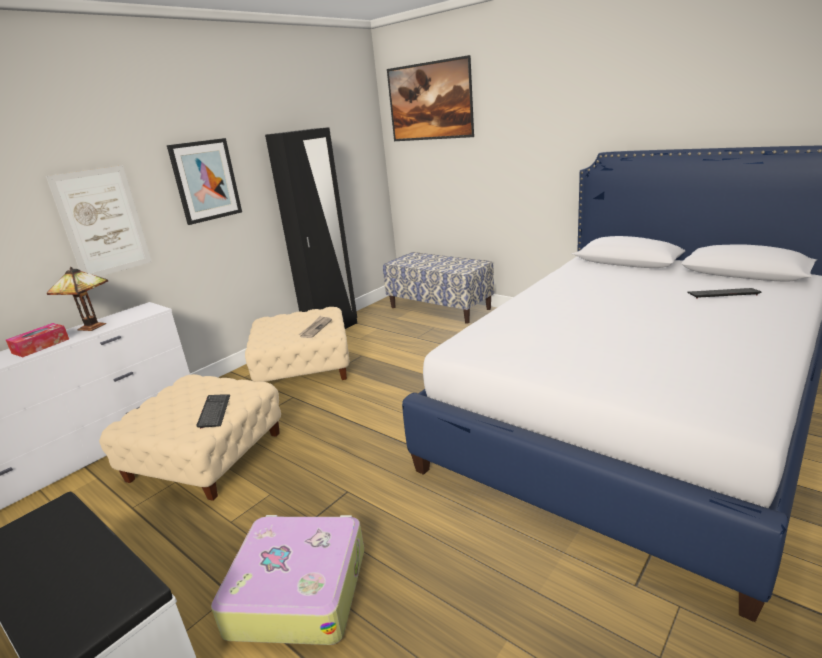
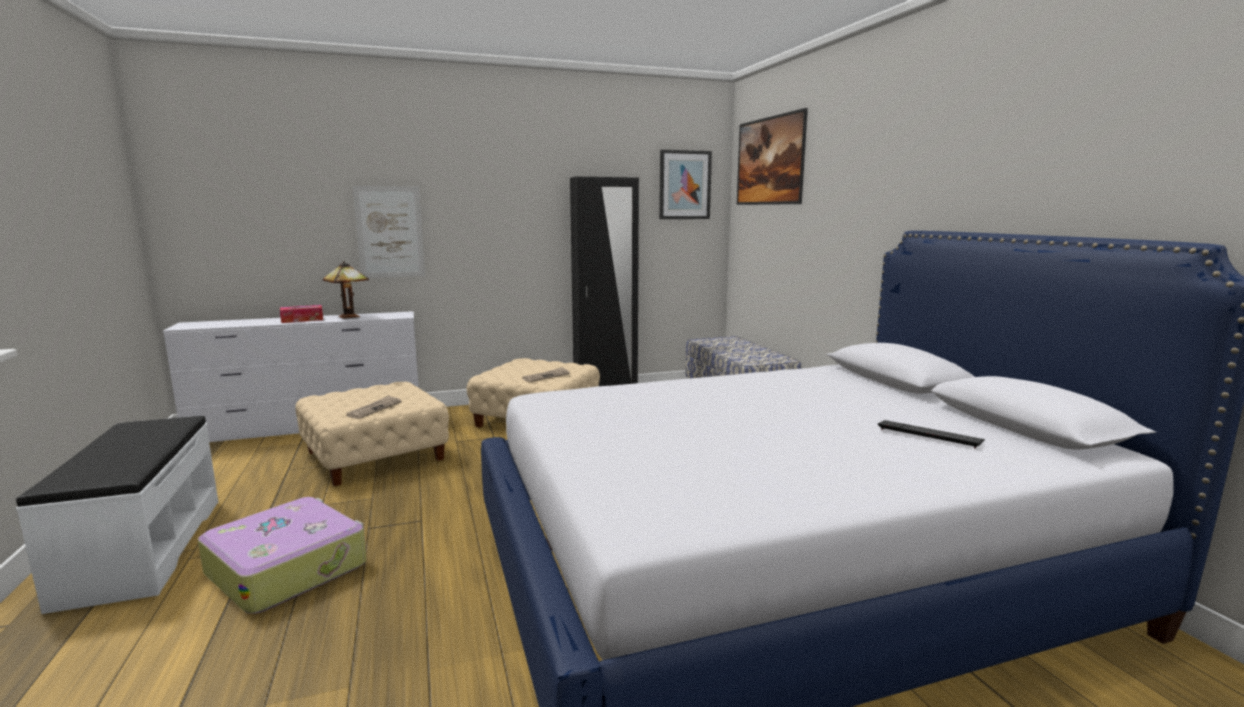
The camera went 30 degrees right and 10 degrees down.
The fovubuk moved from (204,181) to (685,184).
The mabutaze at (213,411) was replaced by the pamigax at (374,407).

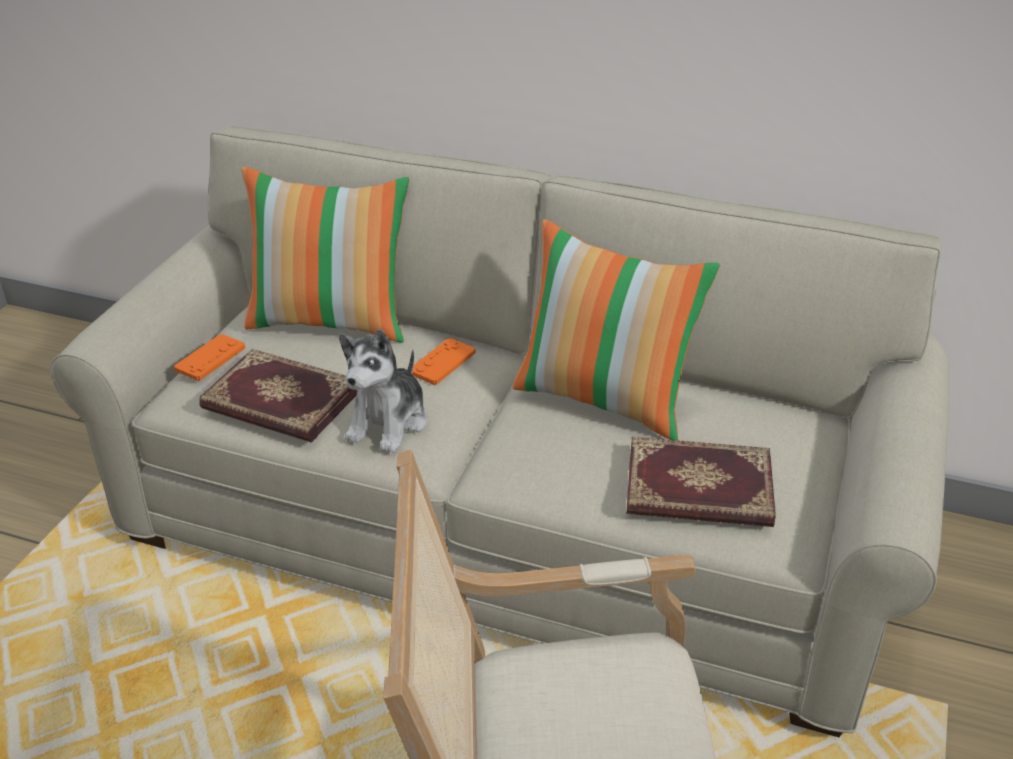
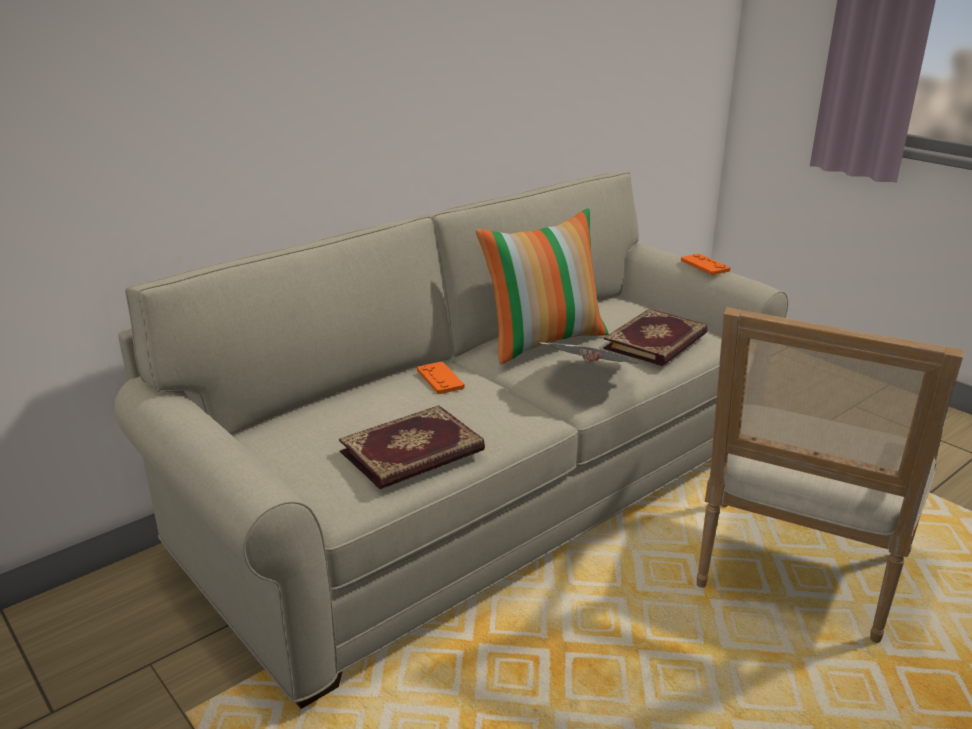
The camera went 60 degrees left and 10 degrees down.
The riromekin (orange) moved from (209,357) to (705,264).
The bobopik at (326,254) disappeared.
The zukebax at (383,391) disappeared.
The pamigax at (588,353) appeared.

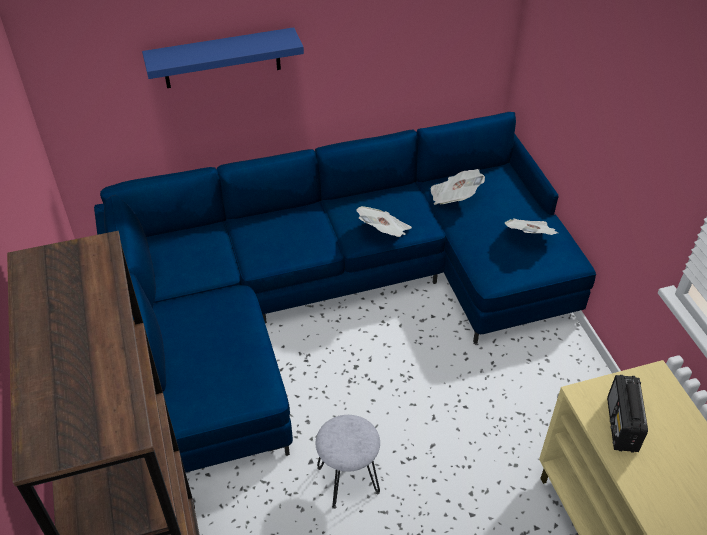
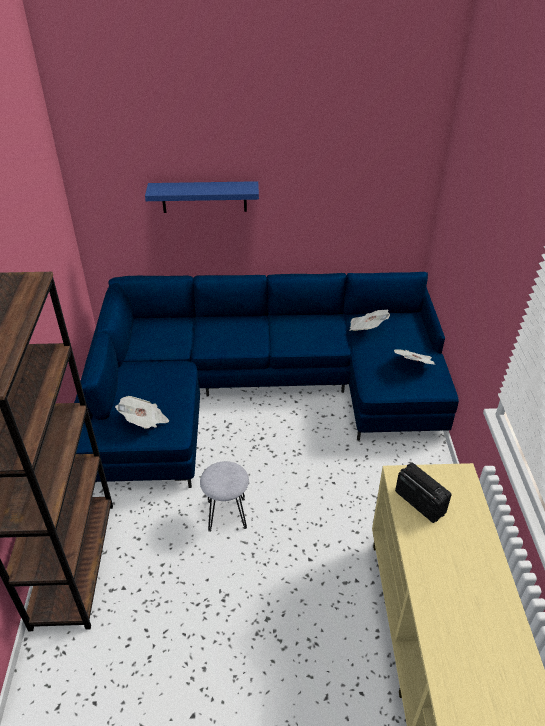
The camera went 15 degrees right and 5 degrees down.
The pamigax moved from (384,221) to (142,412).
The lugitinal at (627,414) turned 120 degrees clockwise.

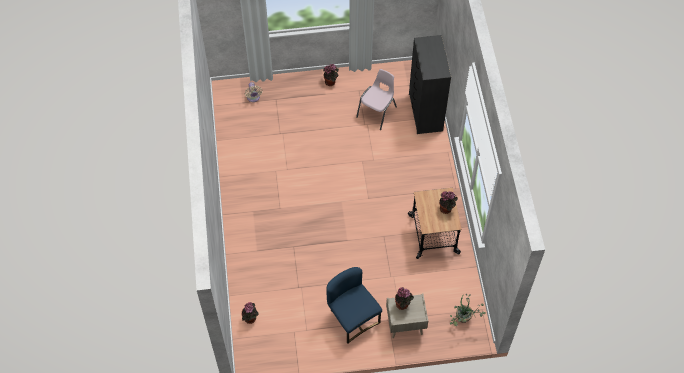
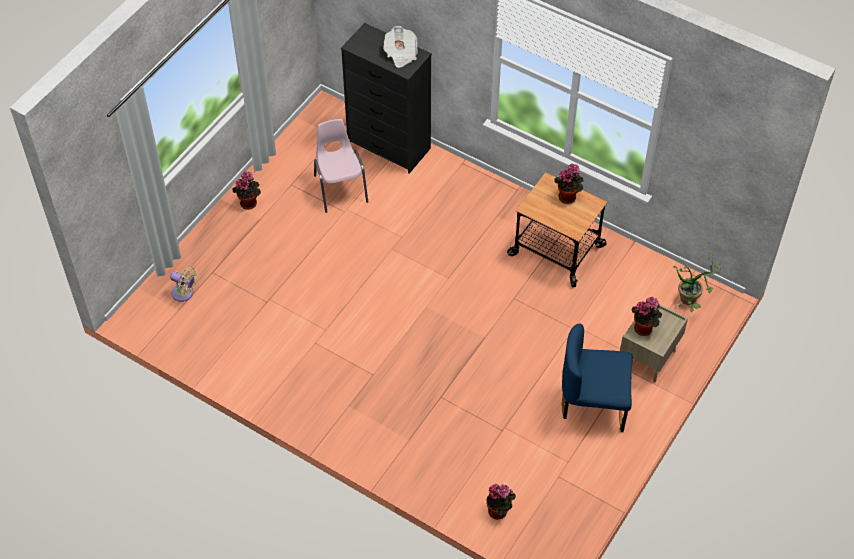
The camera went 50 degrees left and 5 degrees down.
The pamigax at (400,47) appeared.

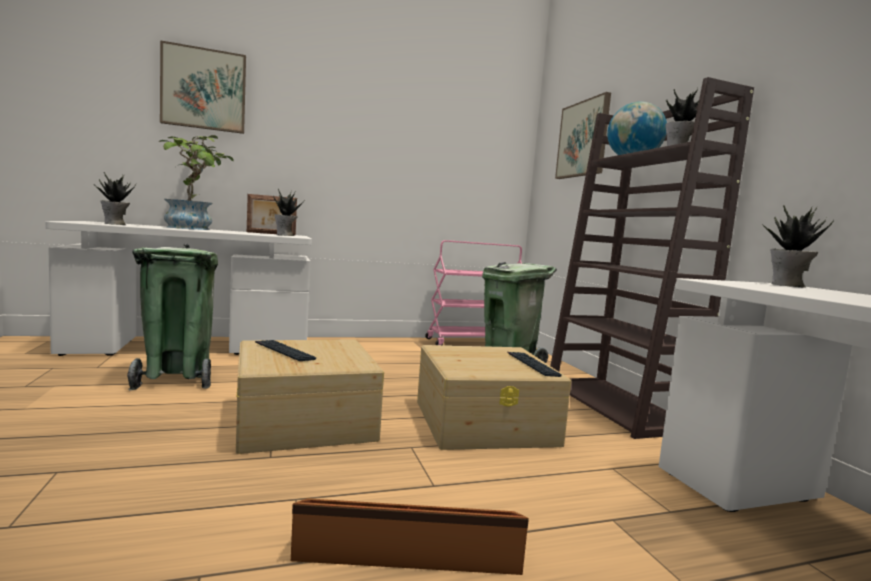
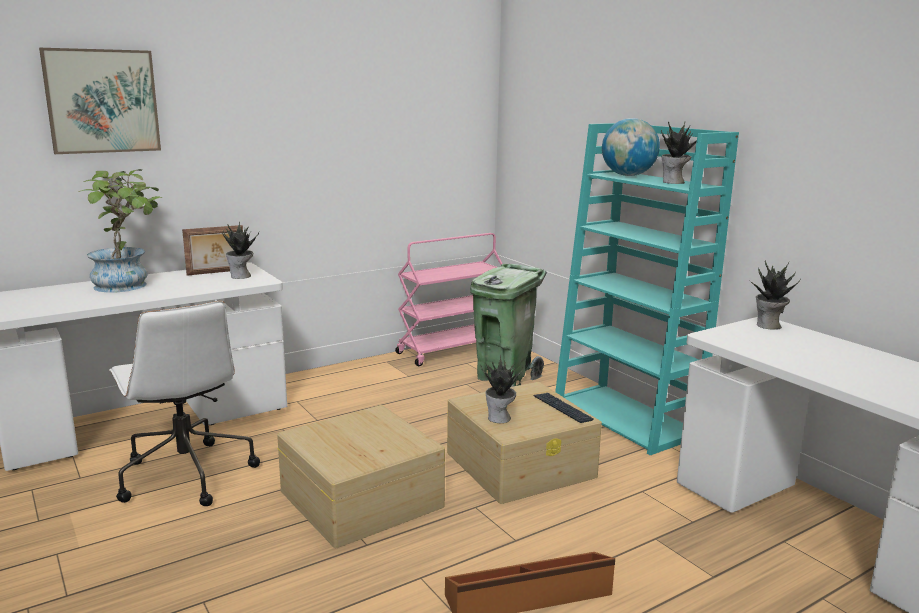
The camera went 15 degrees left and 10 degrees up.
The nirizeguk moved from (116,198) to (502,389).
The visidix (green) at (172,317) was replaced by the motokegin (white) at (184,403).
The mabutaze at (285,350) disappeared.
The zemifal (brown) at (652,258) became the zemifal (turquoise) at (647,289).
The fovubuk at (583,135) disappeared.

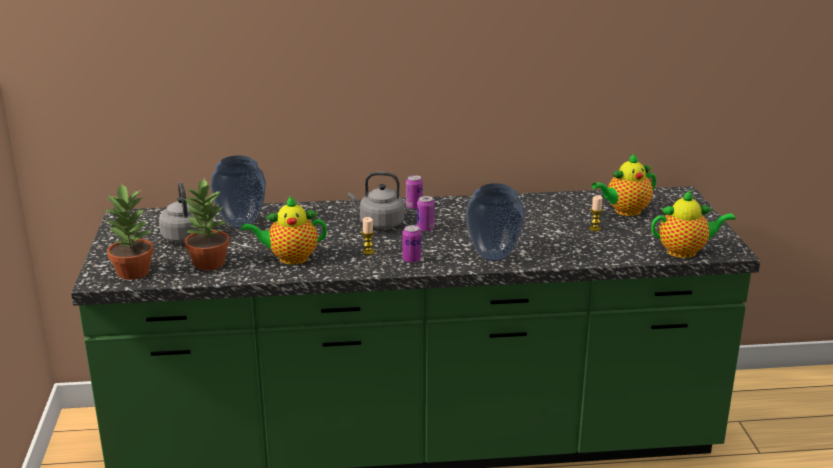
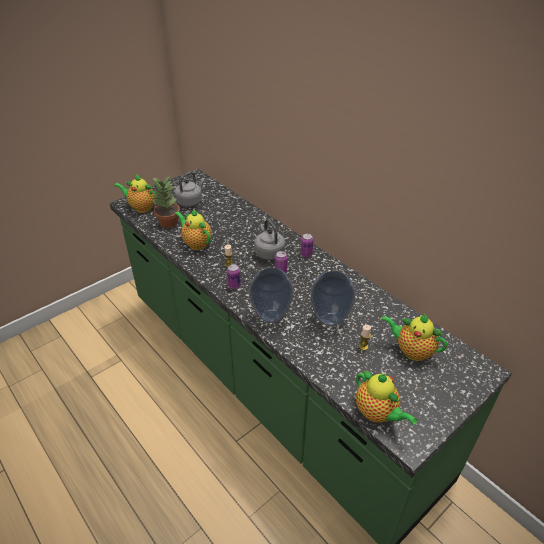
The camera went 55 degrees right and 15 degrees up.
The nirizeguk at (129,231) was replaced by the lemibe at (136,193).
The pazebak moved from (238,192) to (333,298).

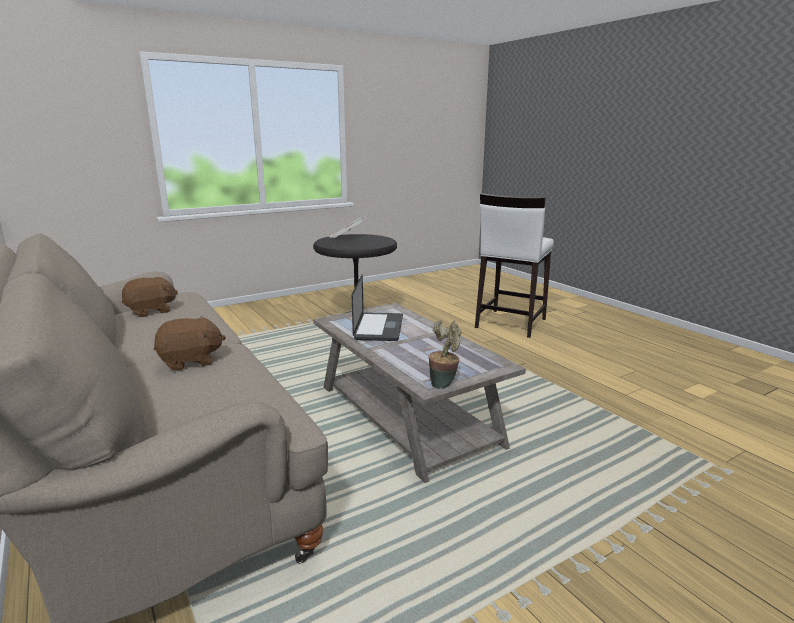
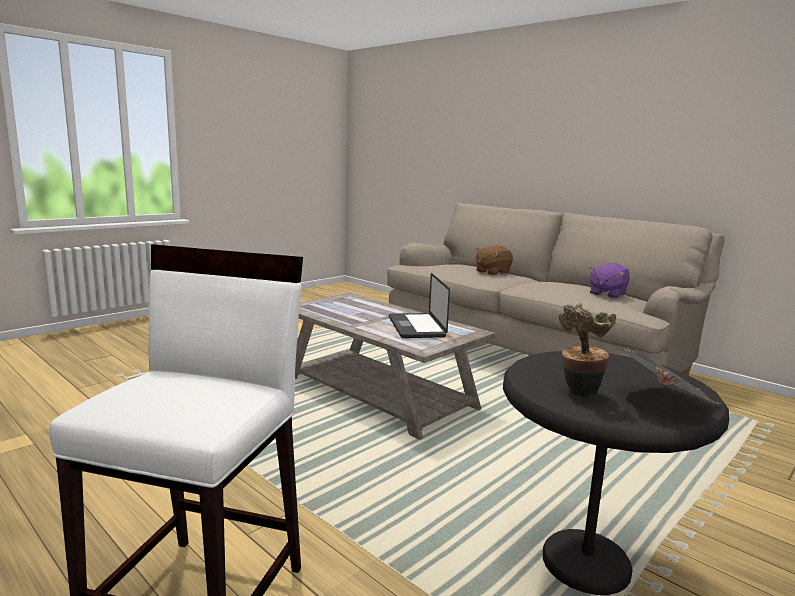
The camera went 165 degrees right and 5 degrees down.
The zukebax (brown) at (150,297) became the zukebax (purple) at (609,280).
The nirizeguk moved from (445,354) to (587,350).

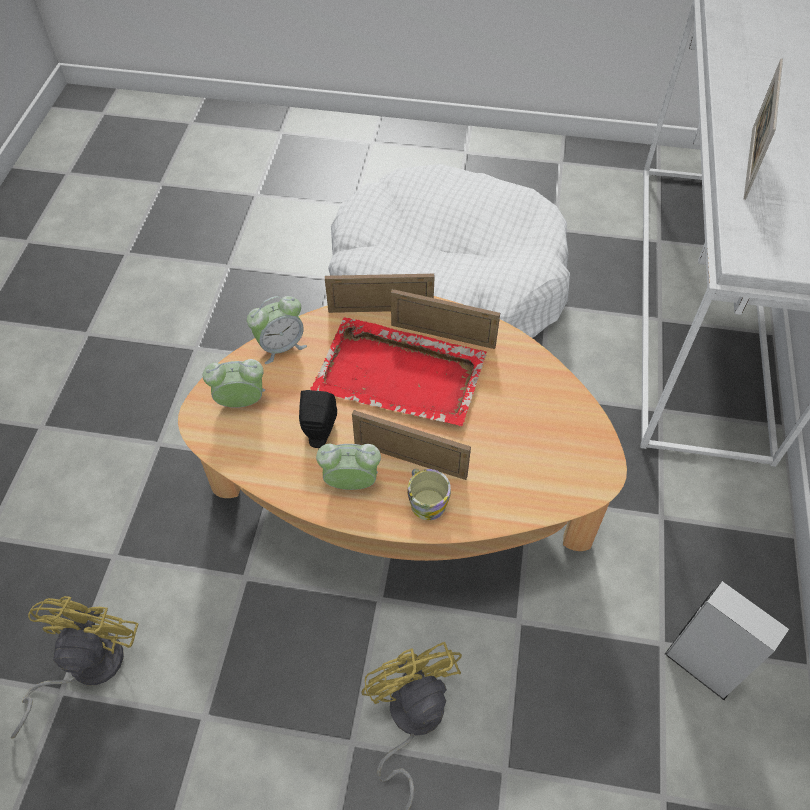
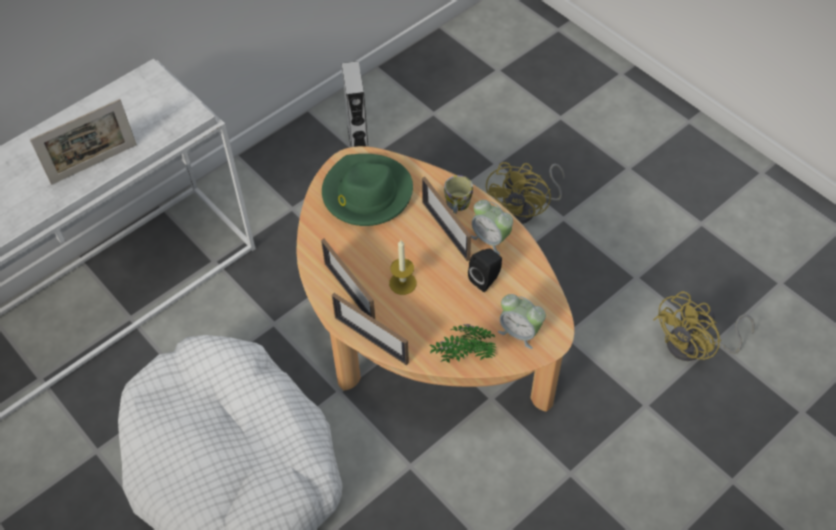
The camera went 140 degrees left and 0 degrees up.
The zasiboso at (277,330) was replaced by the nirizeguk at (463,343).
The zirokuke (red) at (399,371) was replaced by the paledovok at (402,267).
The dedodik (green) at (367,190) appeared.

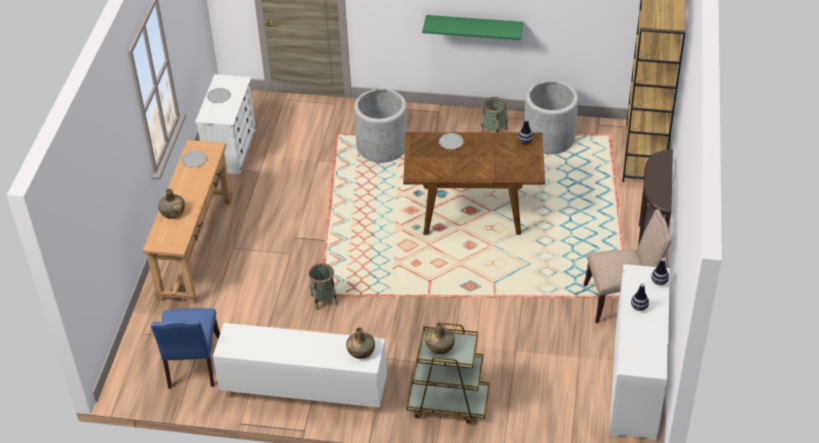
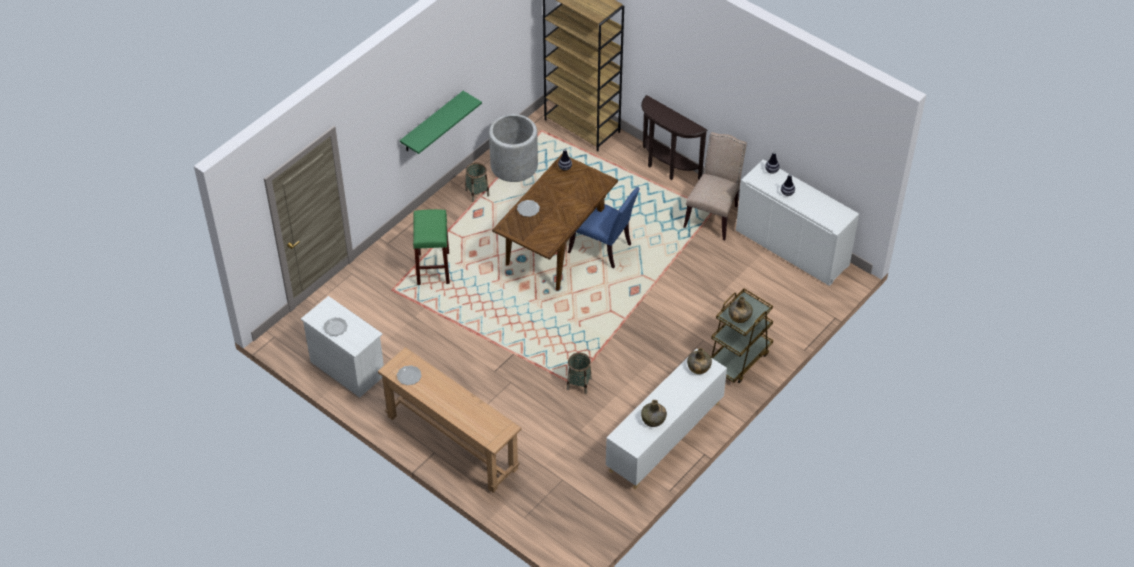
The camera went 60 degrees left and 5 degrees up.
The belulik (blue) moved from (185,348) to (604,227).
The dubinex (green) moved from (171,203) to (654,413).
The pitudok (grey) at (381,126) was replaced by the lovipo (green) at (431,247).

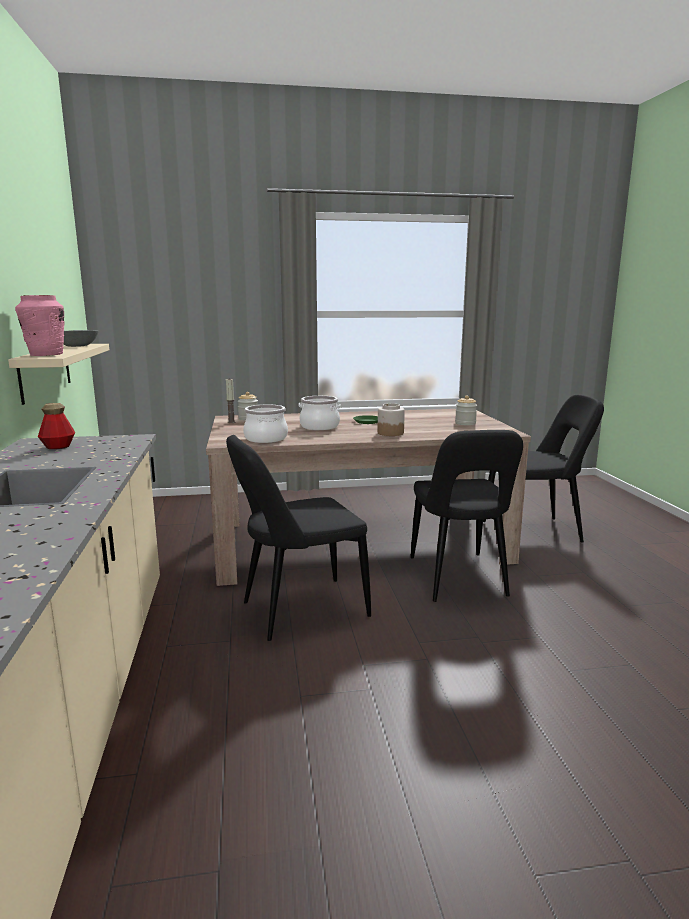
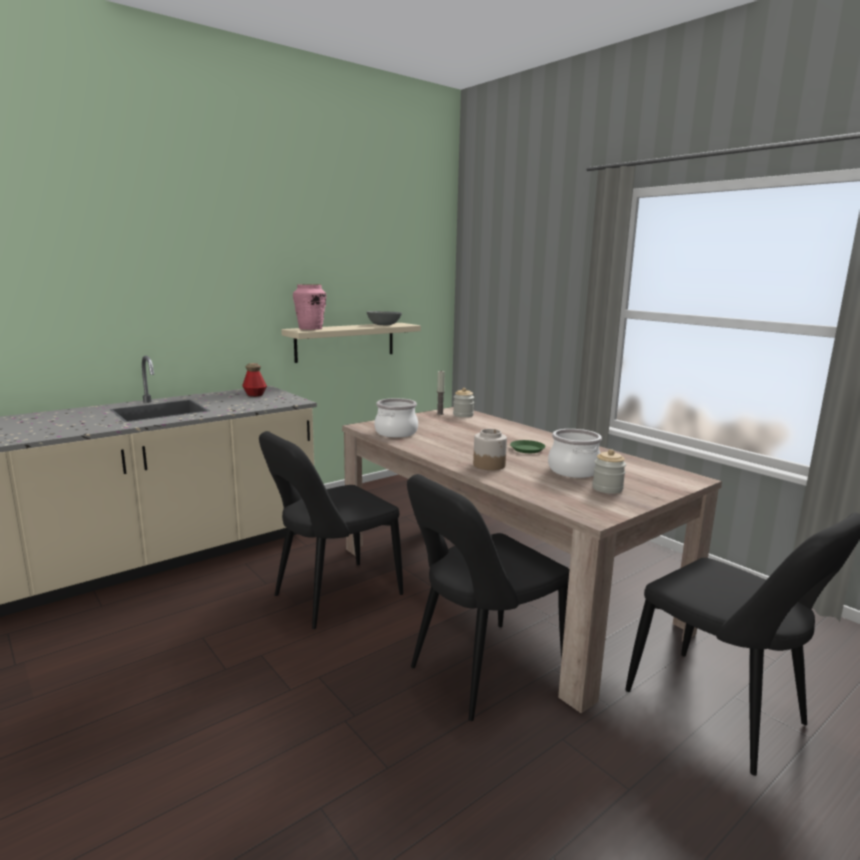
The camera went 60 degrees right and 0 degrees up.
The belulik (black) at (298,538) turned 75 degrees counterclockwise.
The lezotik moved from (320,413) to (575,453).

